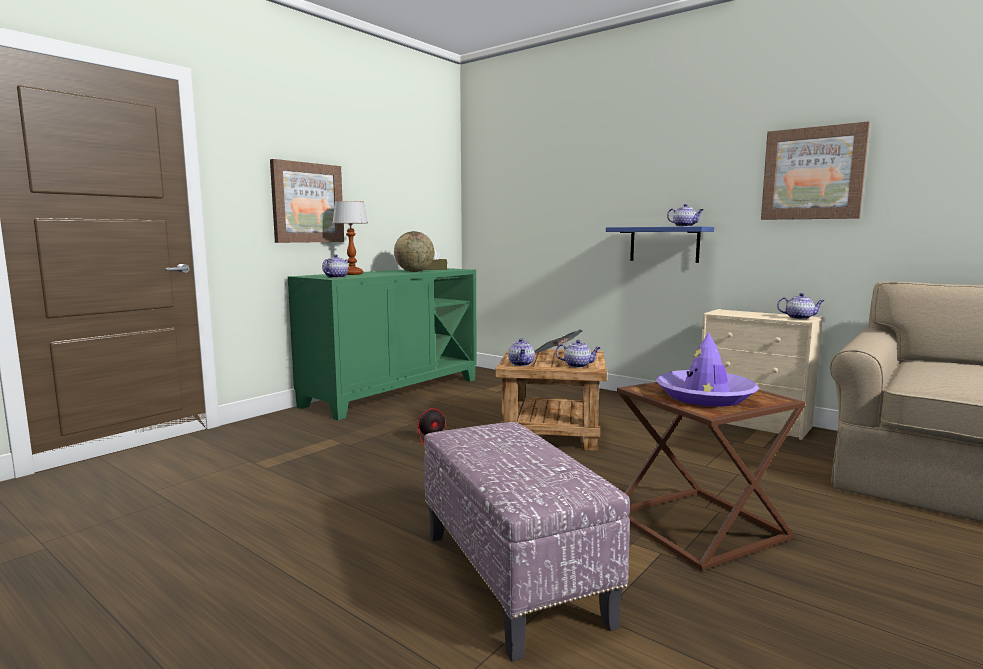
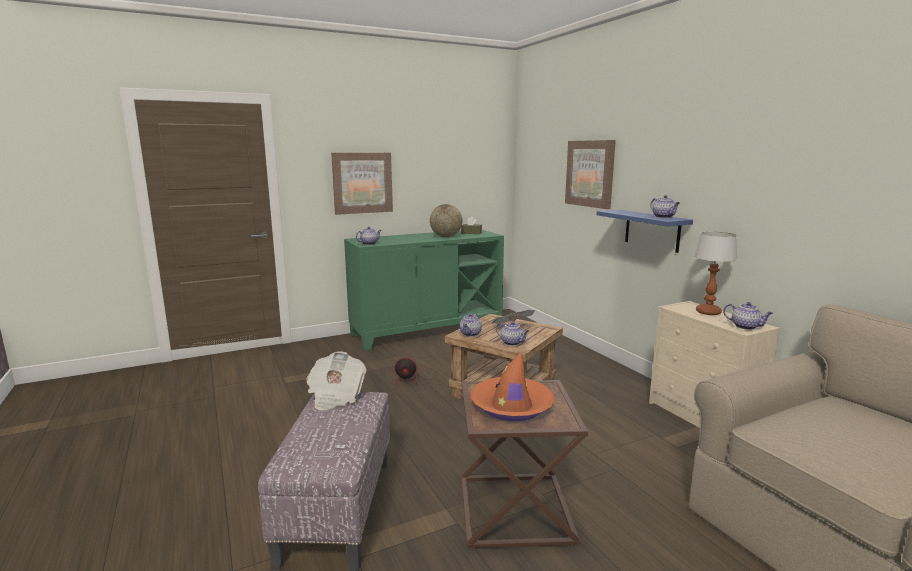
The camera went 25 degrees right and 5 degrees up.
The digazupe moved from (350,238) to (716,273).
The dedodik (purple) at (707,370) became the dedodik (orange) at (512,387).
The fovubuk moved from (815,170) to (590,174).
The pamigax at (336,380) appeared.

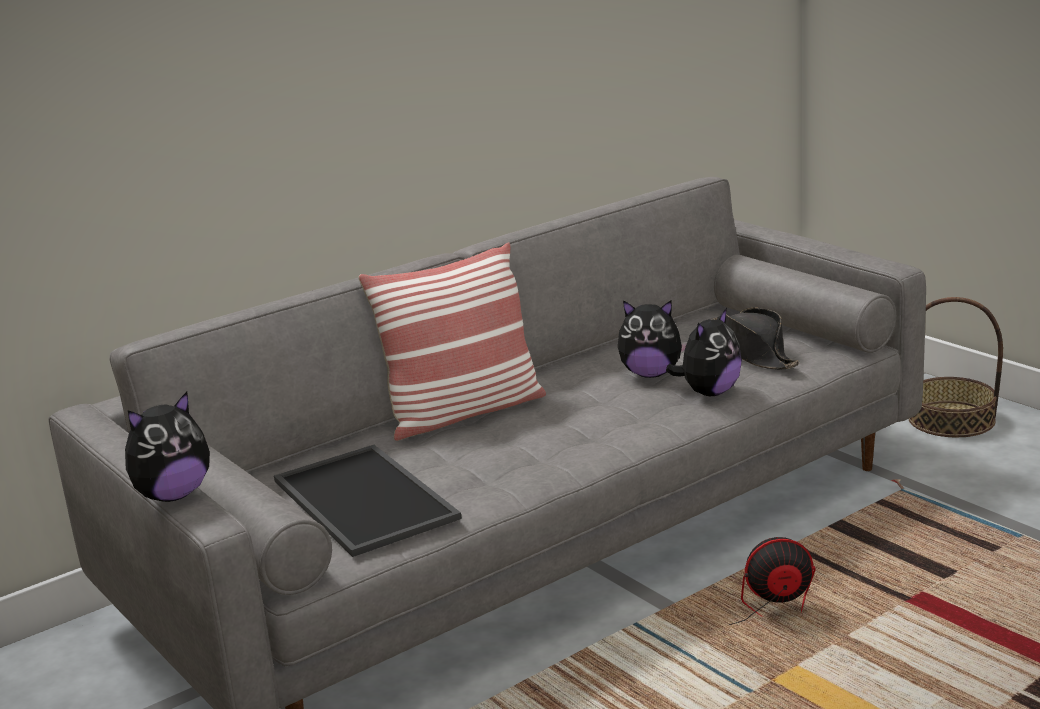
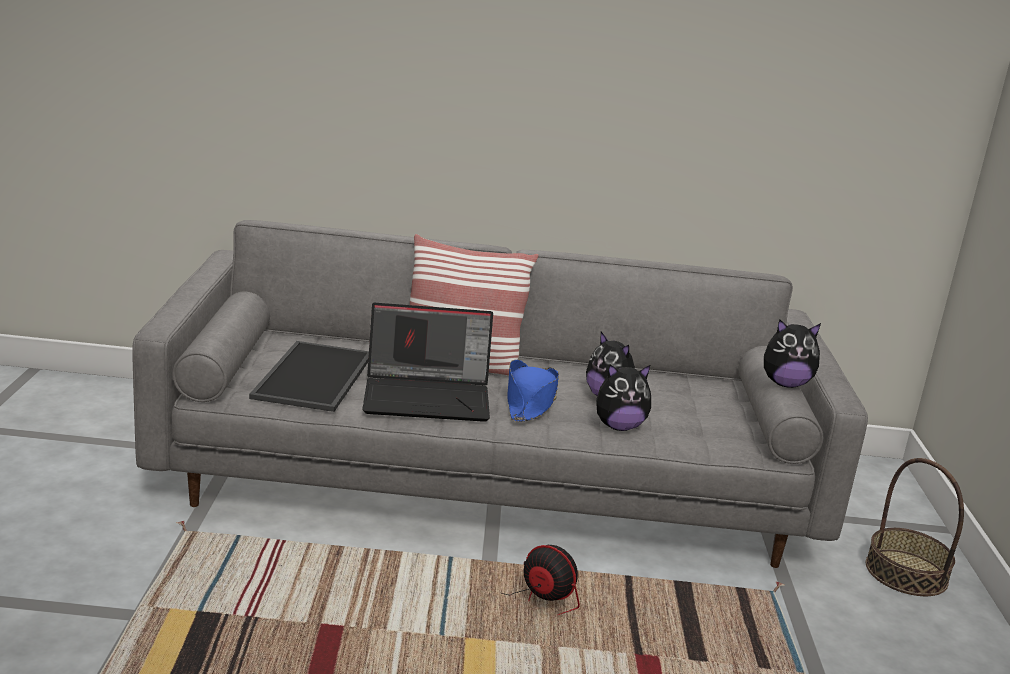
The camera went 35 degrees right and 0 degrees up.
The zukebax moved from (167,447) to (792,353).
The dedodik (black) at (755,338) disappeared.
The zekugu at (427,362) appeared.
The dedodik (blue) at (533,391) appeared.

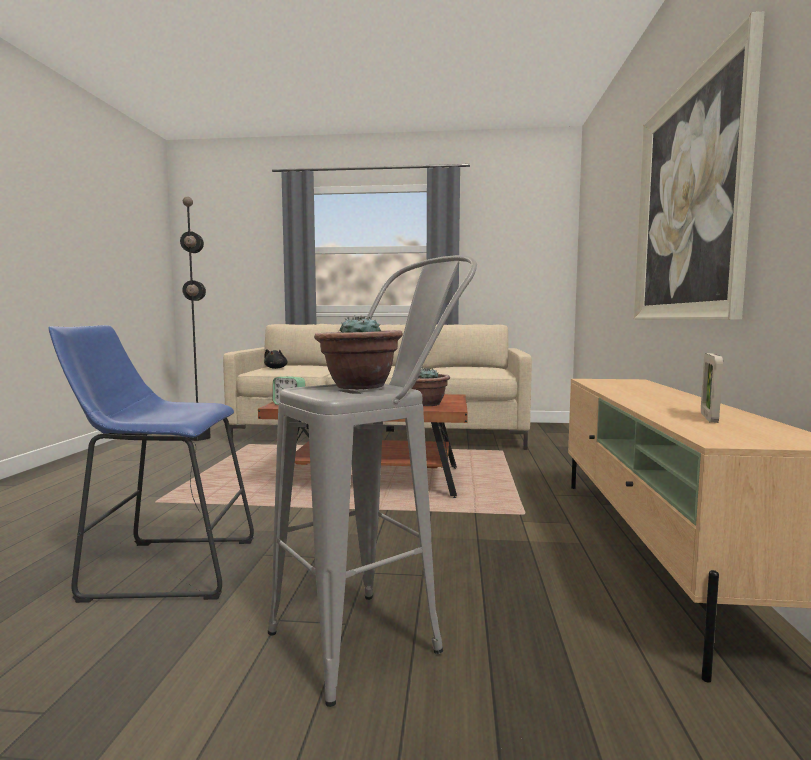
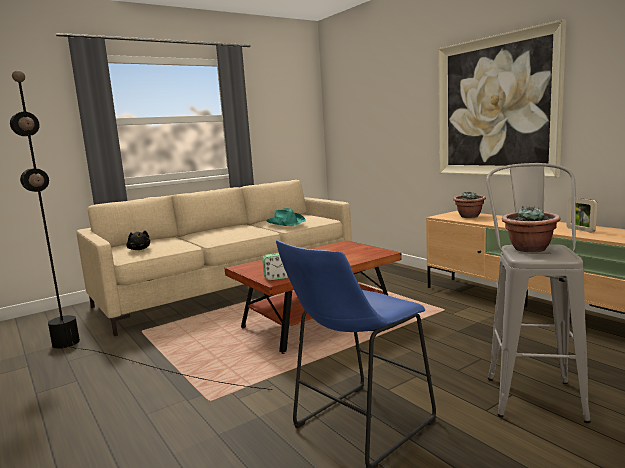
The camera went 40 degrees left and 5 degrees up.
The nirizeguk moved from (431,387) to (469,205).
The dedodik (turquoise) at (286,217) appeared.

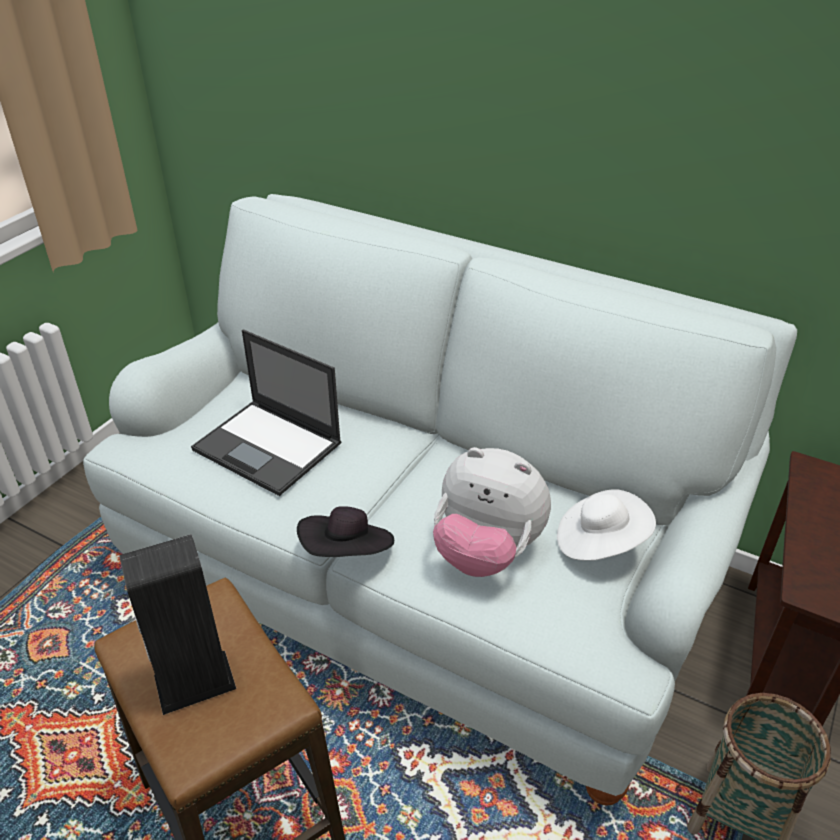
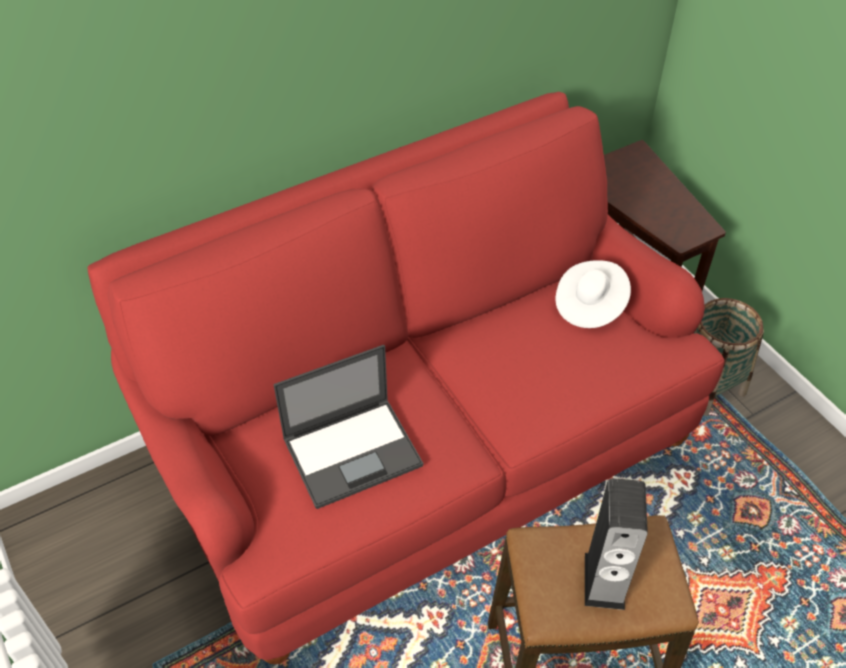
The camera went 60 degrees left and 10 degrees up.
The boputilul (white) at (440,500) became the boputilul (red) at (406,378).
The dedodik (black) at (345,531) disappeared.
The zukebax at (492,512) disappeared.

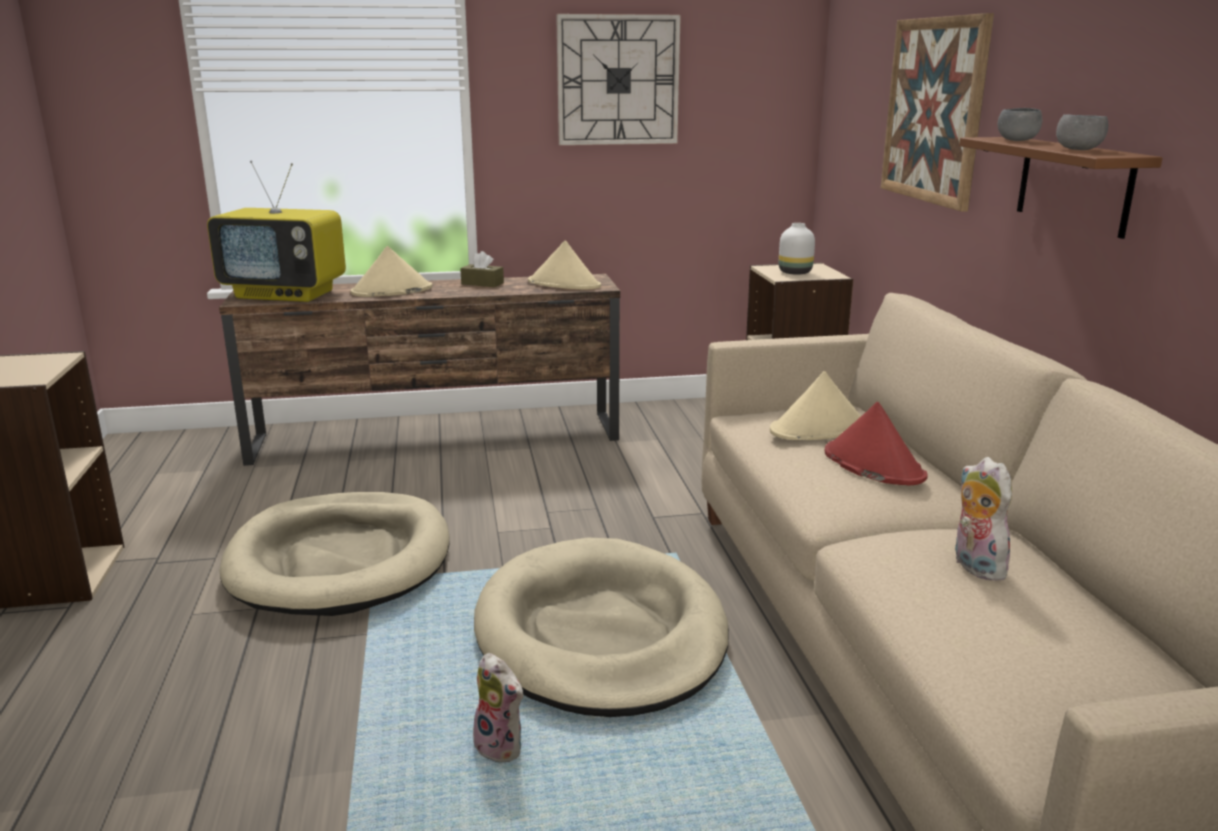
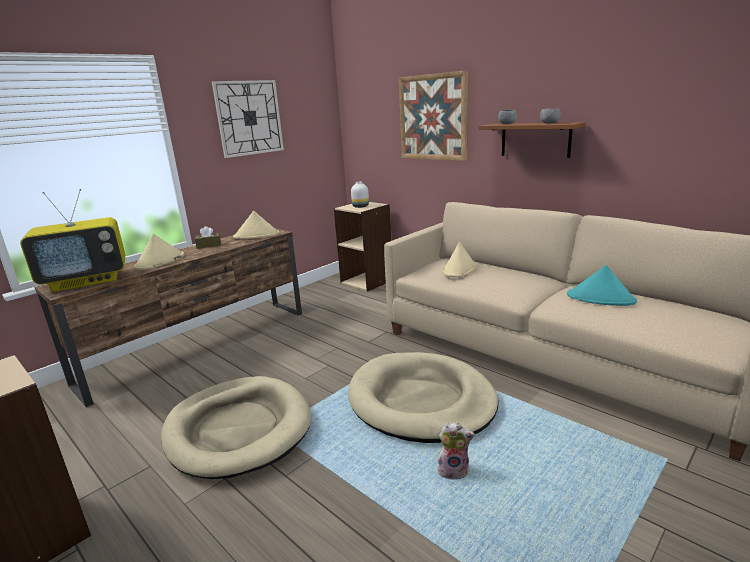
The camera went 35 degrees left and 0 degrees up.
The dedodik (red) at (876,444) disappeared.
The zukebax at (984,519) was replaced by the dedodik (turquoise) at (602,285).

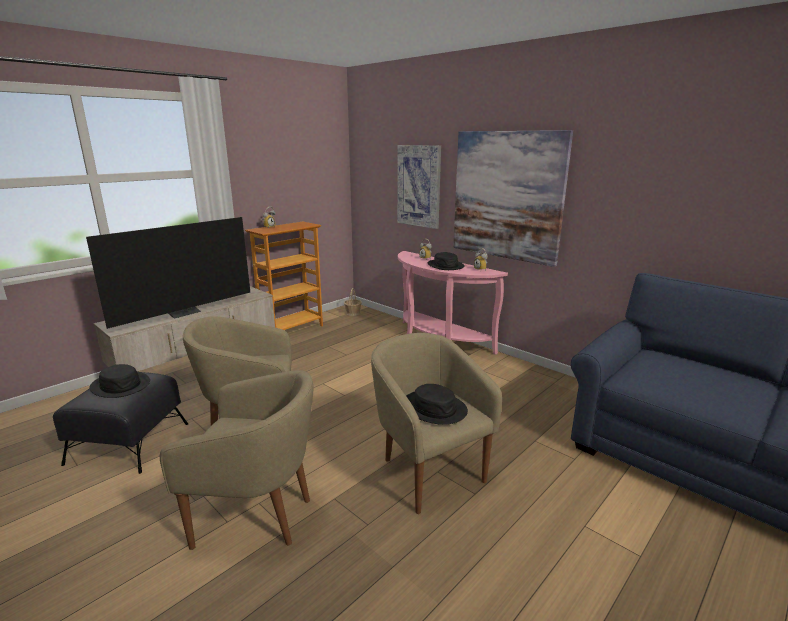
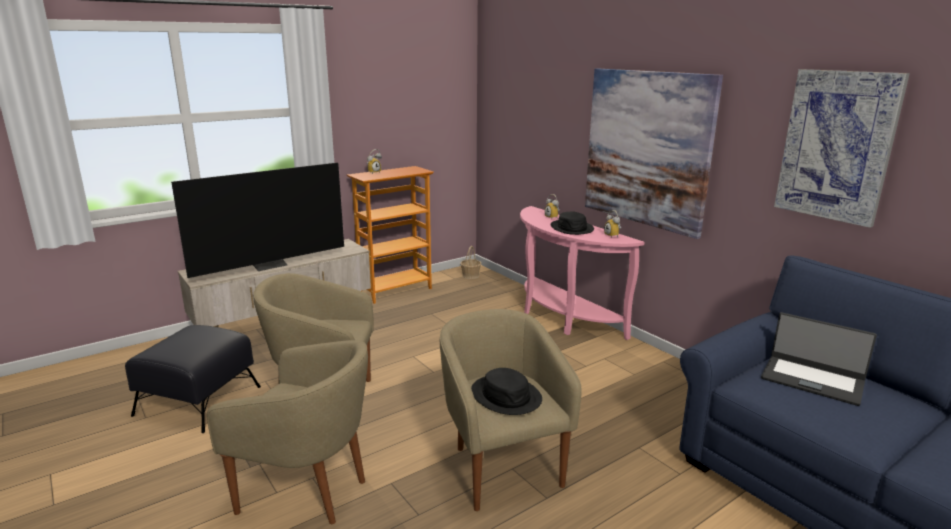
The camera went 10 degrees right and 0 degrees up.
The dedodik (black) at (119,381) disappeared.
The fovubuk moved from (419,187) to (842,148).
The zekugu at (819,359) appeared.

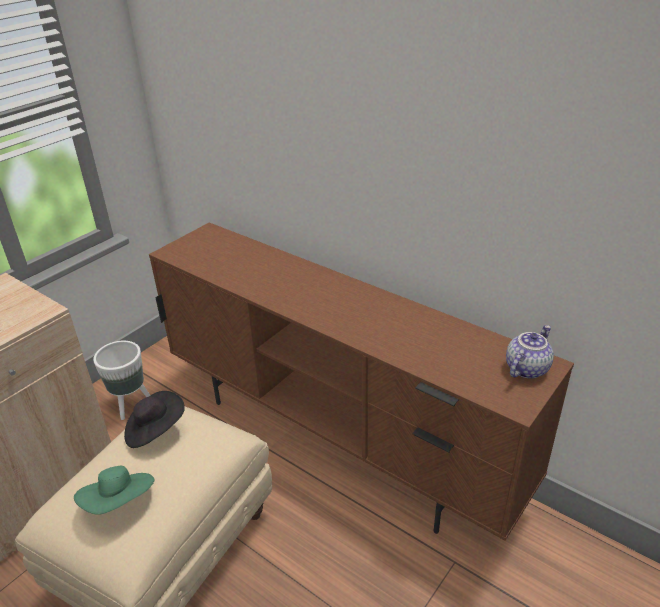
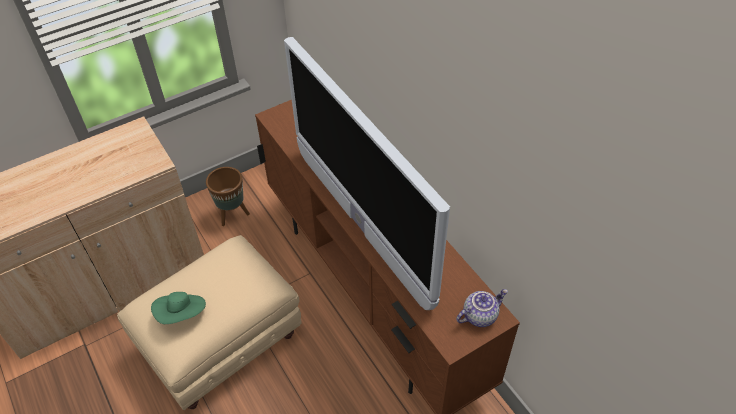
The camera went 20 degrees right and 15 degrees up.
The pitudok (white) at (121,380) became the pitudok (brown) at (228,196).
The dedodik (black) at (154,419) disappeared.
The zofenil at (367,173) appeared.

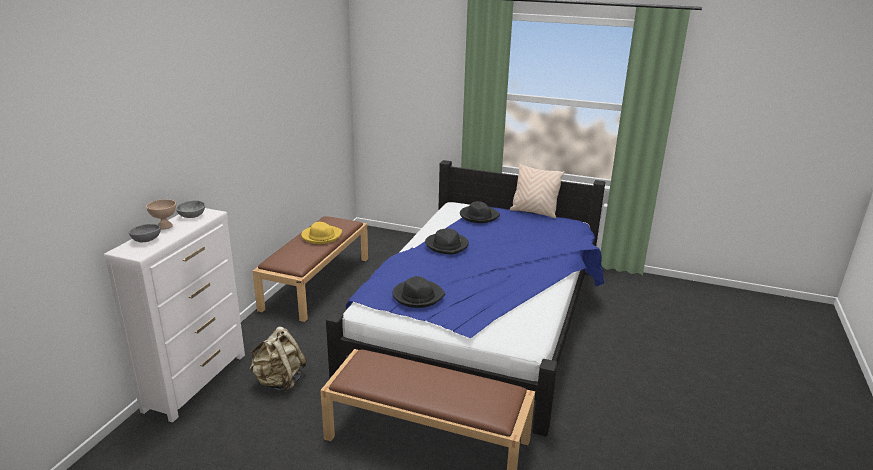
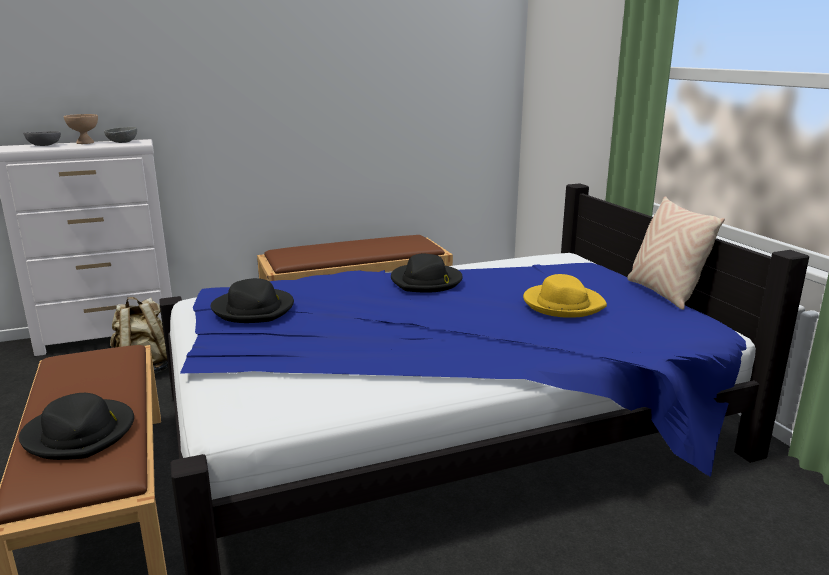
The camera went 50 degrees right and 5 degrees down.
The dedodik (yellow) moved from (321,233) to (565,296).
The dedodik (black) moved from (480,212) to (76,426).

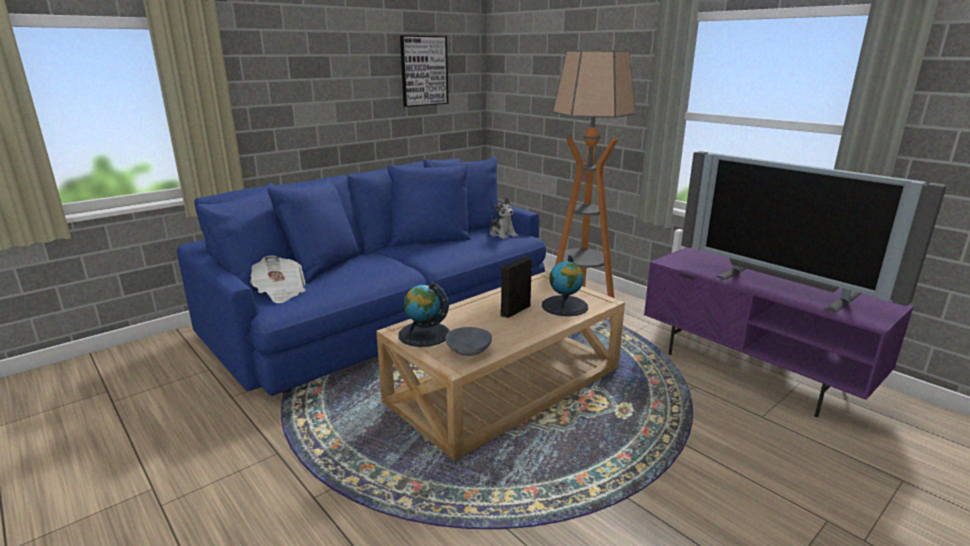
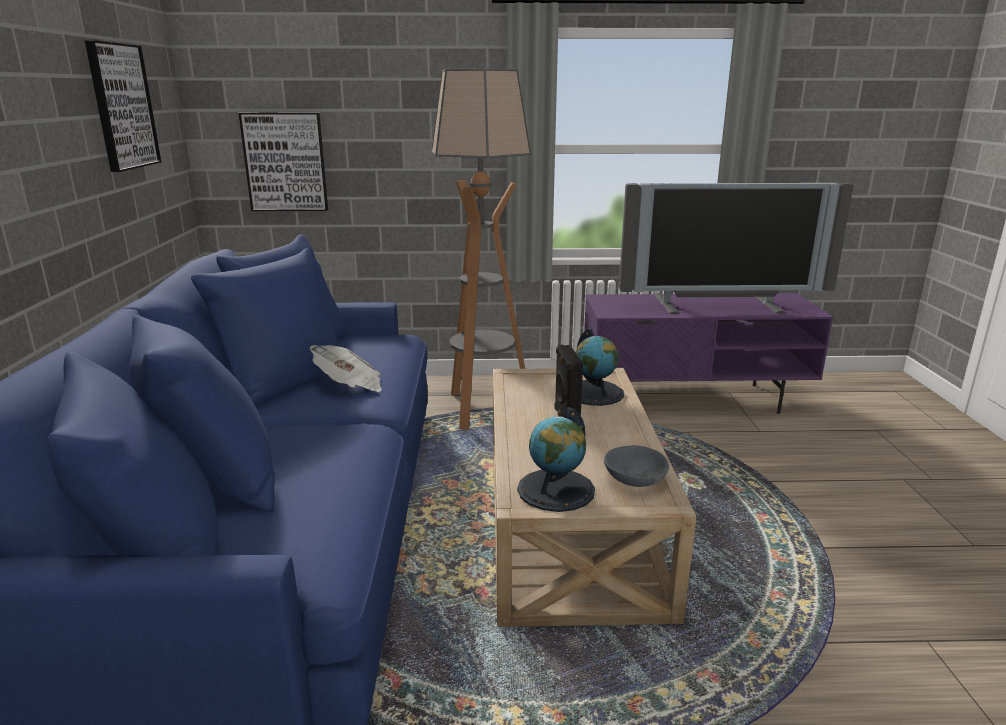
The camera went 50 degrees left and 0 degrees up.
The pamigax moved from (278,279) to (345,368).
The zukebax at (503,218) disappeared.
The fovubuk at (283,162) appeared.

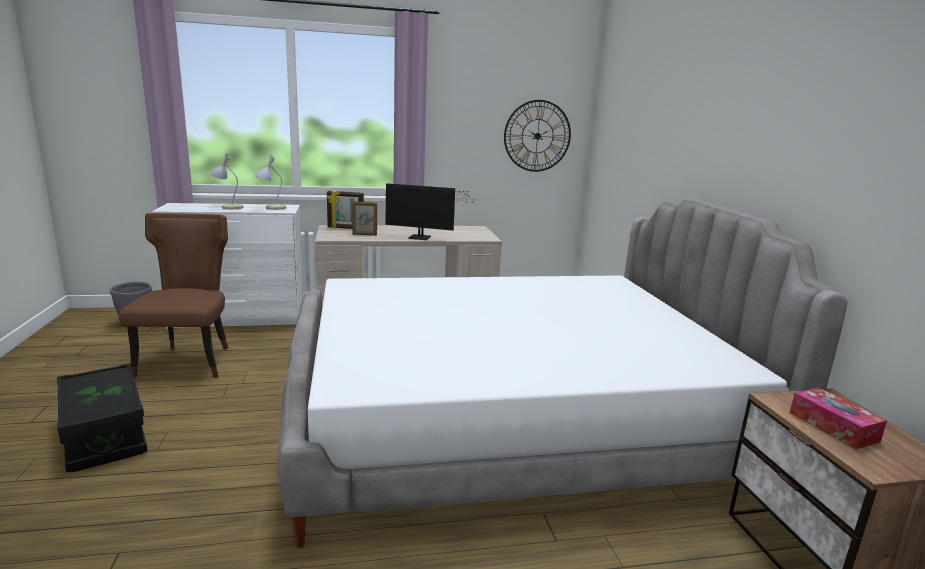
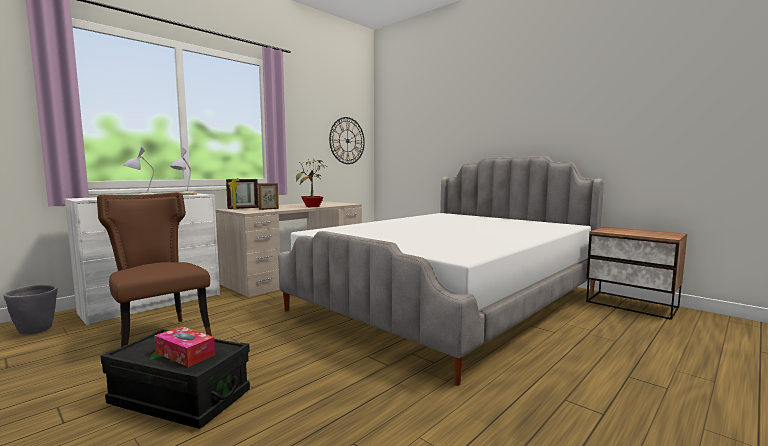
The camera went 35 degrees left and 10 degrees down.
The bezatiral at (431,211) was replaced by the nirizeguk at (310,182).
The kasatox moved from (838,418) to (184,346).

